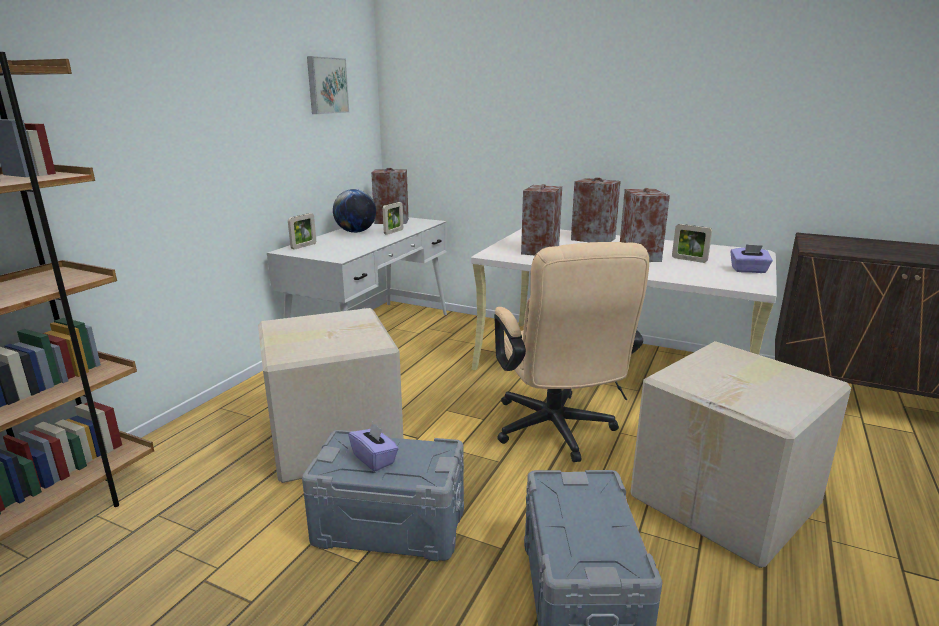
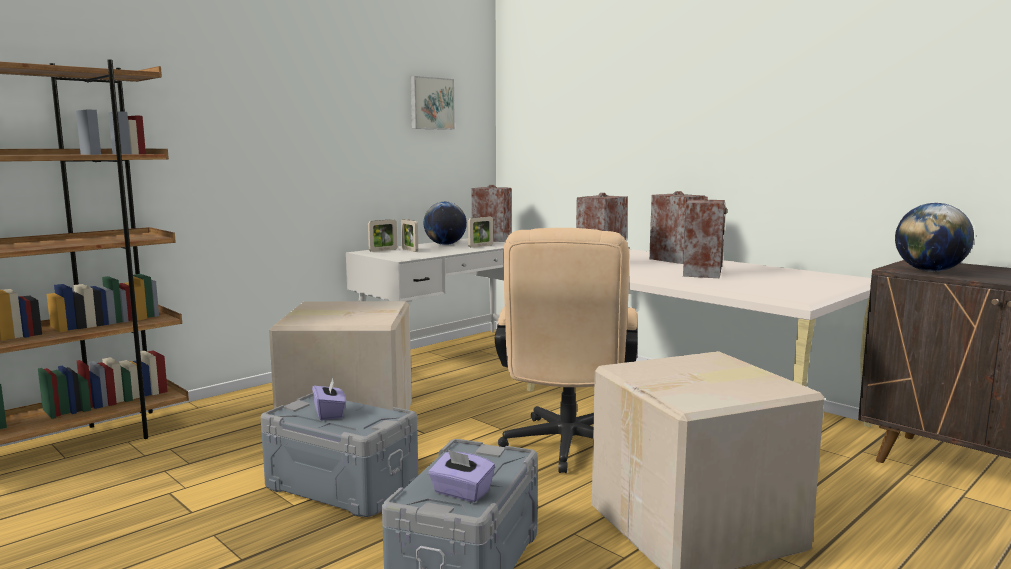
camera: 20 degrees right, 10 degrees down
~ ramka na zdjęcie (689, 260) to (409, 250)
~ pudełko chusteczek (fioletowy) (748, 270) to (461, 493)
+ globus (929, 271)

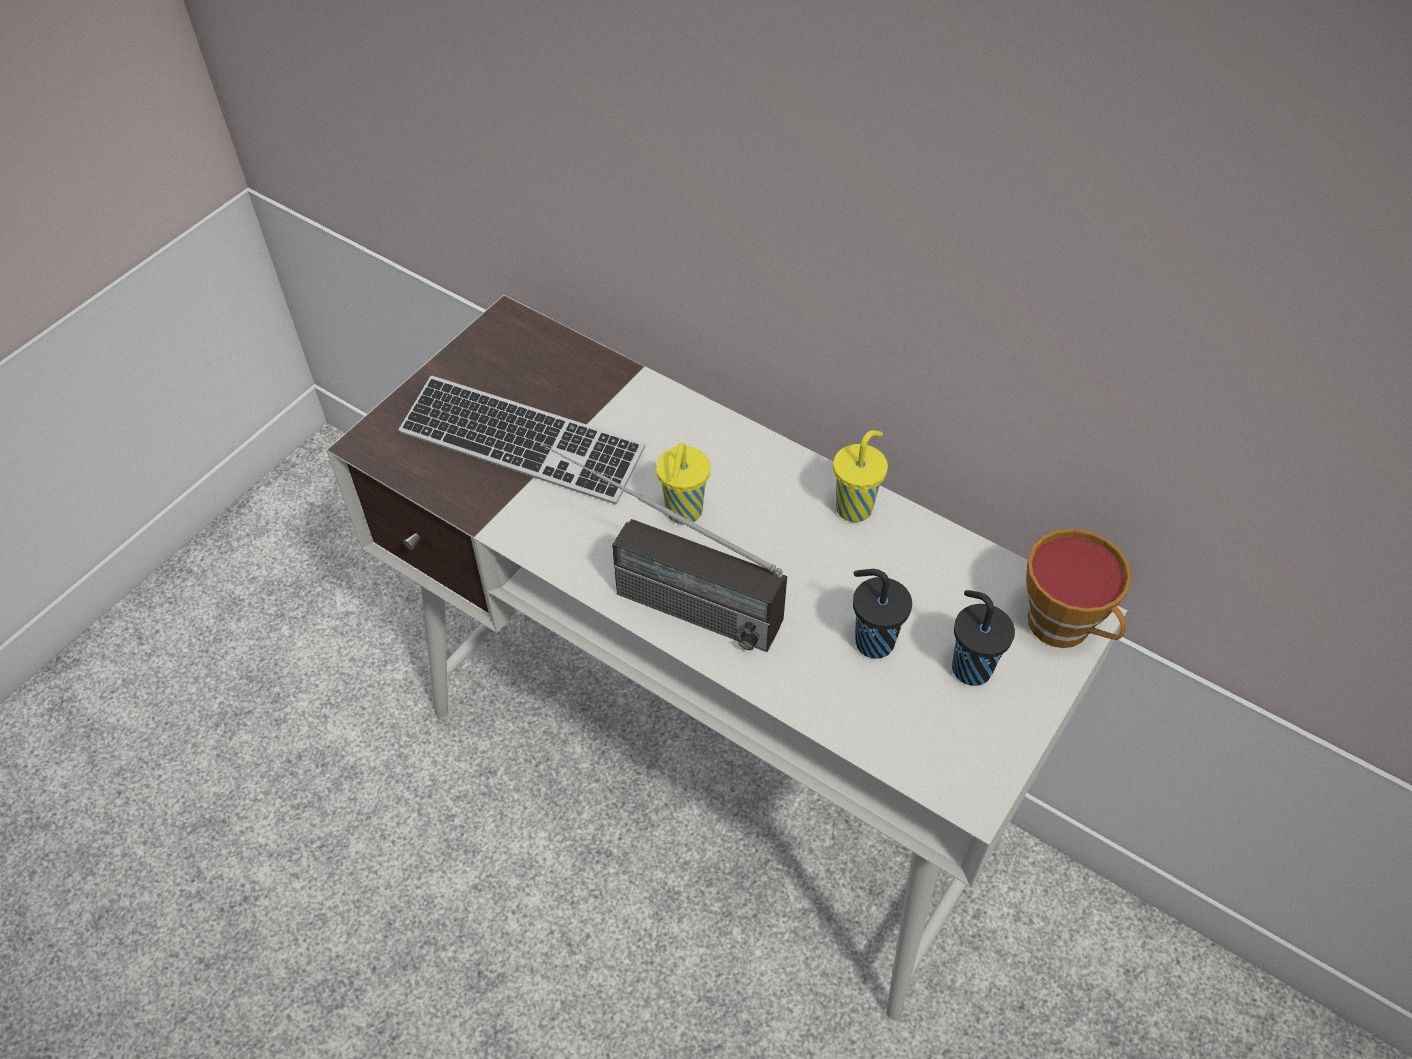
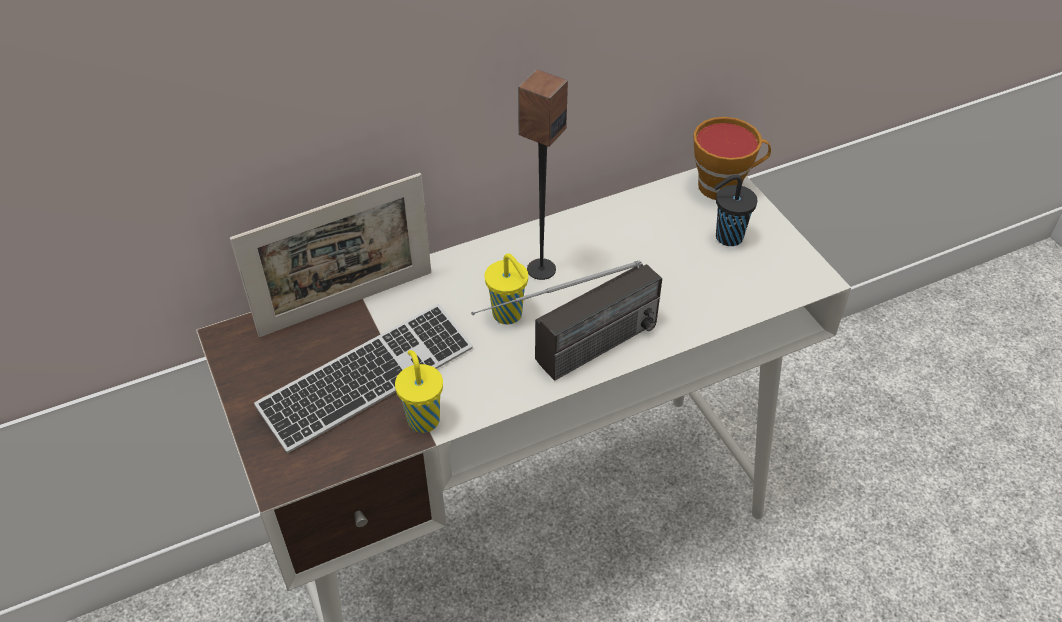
camera: 60 degrees left, 5 degrees down
~ filiżanka (żółty) (855, 507) to (423, 418)
- filiżanka (czarny) (872, 641)
+ ramka na zdjęcie (347, 303)
+ głośnik (540, 269)

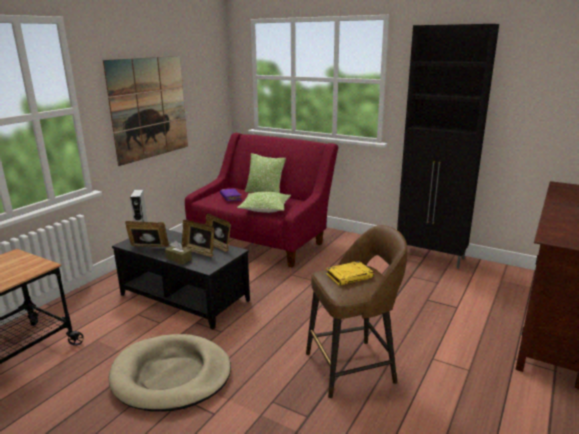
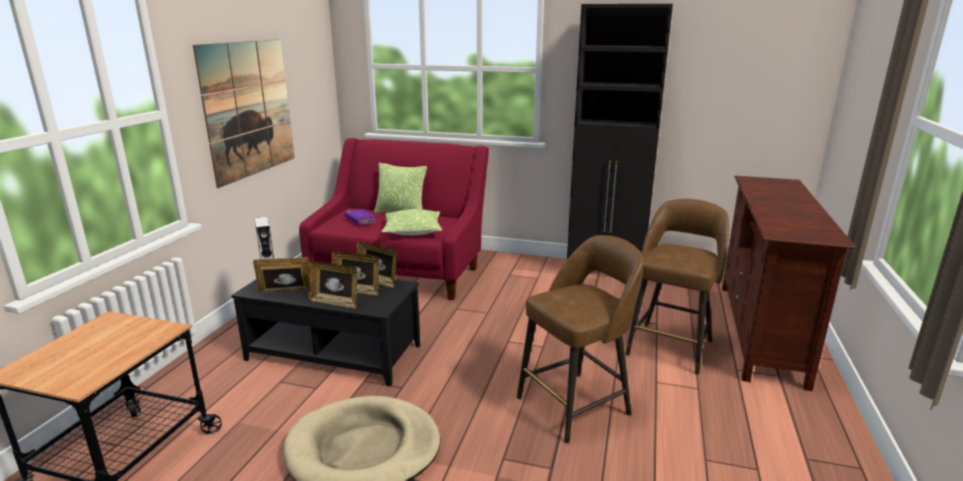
camera: 15 degrees left, 0 degrees up
~ pudełko chusteczek (brązowy) (178, 259) to ramka na zdjęcie (335, 302)
- książka (żółty) (349, 276)
+ stołek (brązowy) (670, 346)

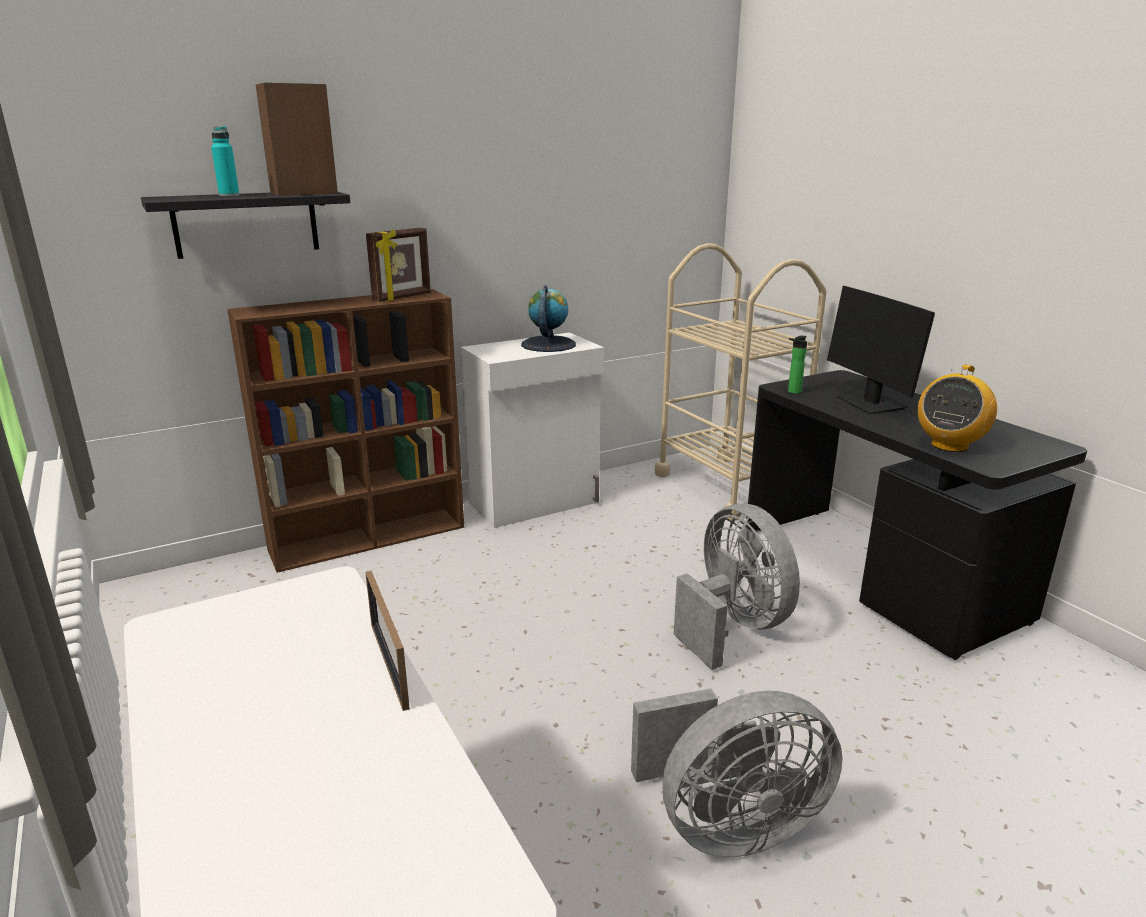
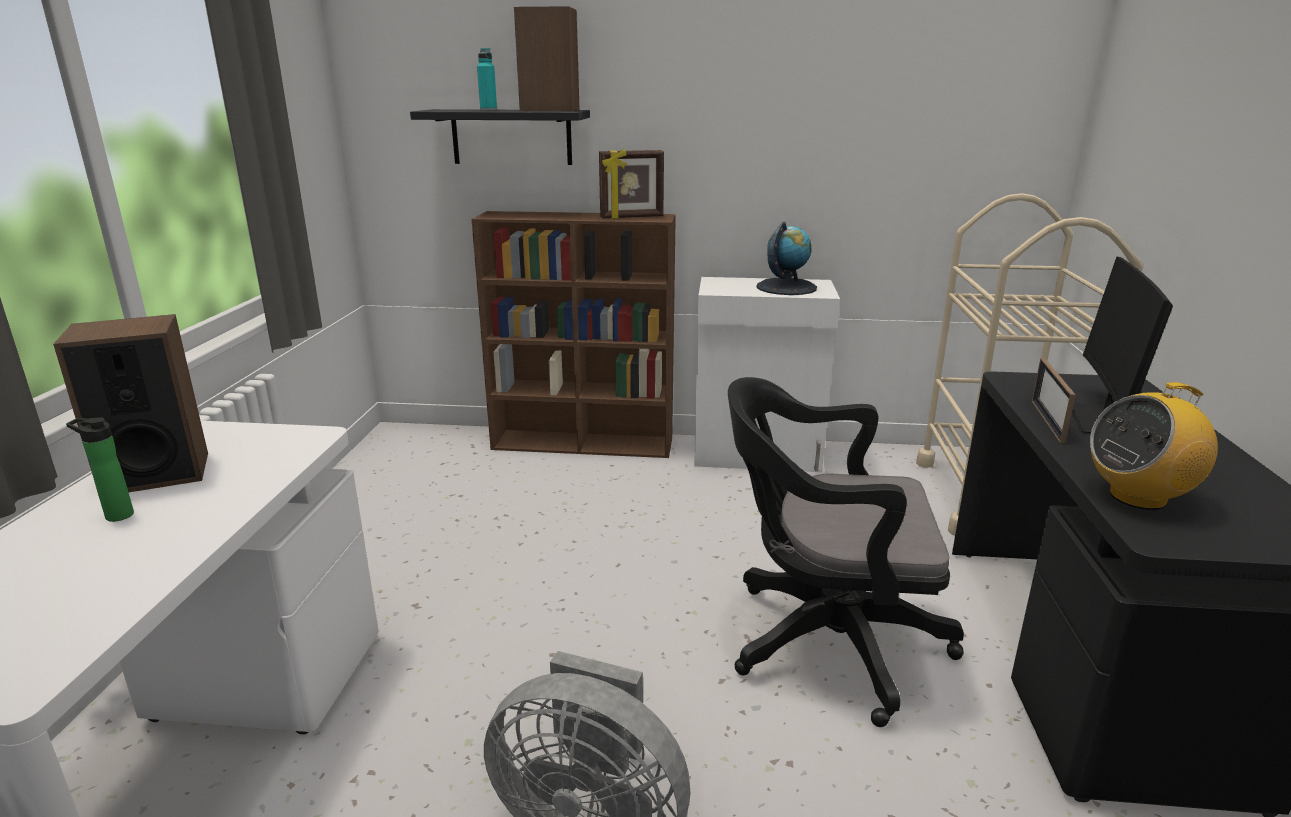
camera: 35 degrees right, 0 degrees up
~ ramka na zdjęcie (389, 664) to (1047, 421)
~ wentylator (szary) (733, 626) to krzesło biurowe (czarny) (824, 641)
~ butelka (792, 392) to (116, 515)
+ głośnik (156, 473)

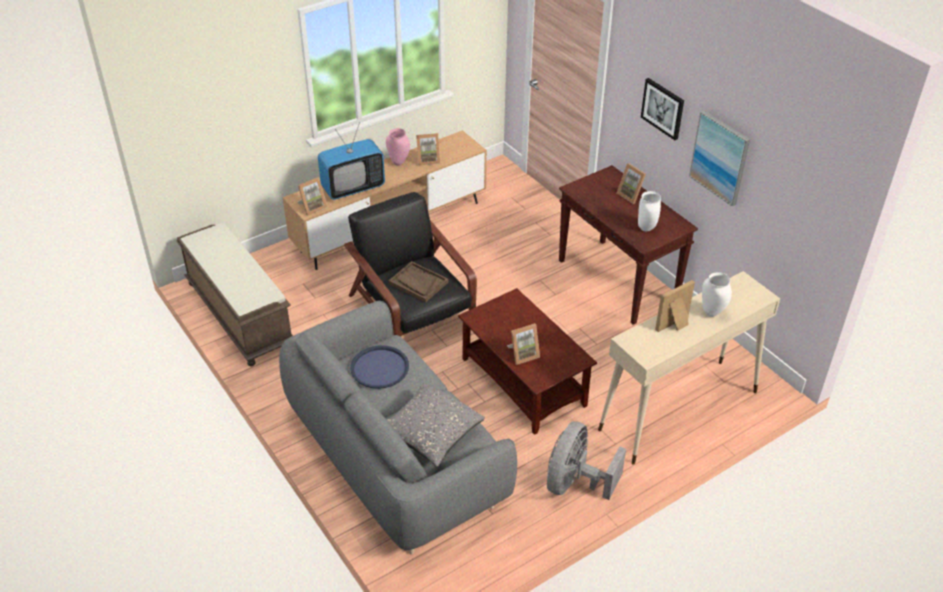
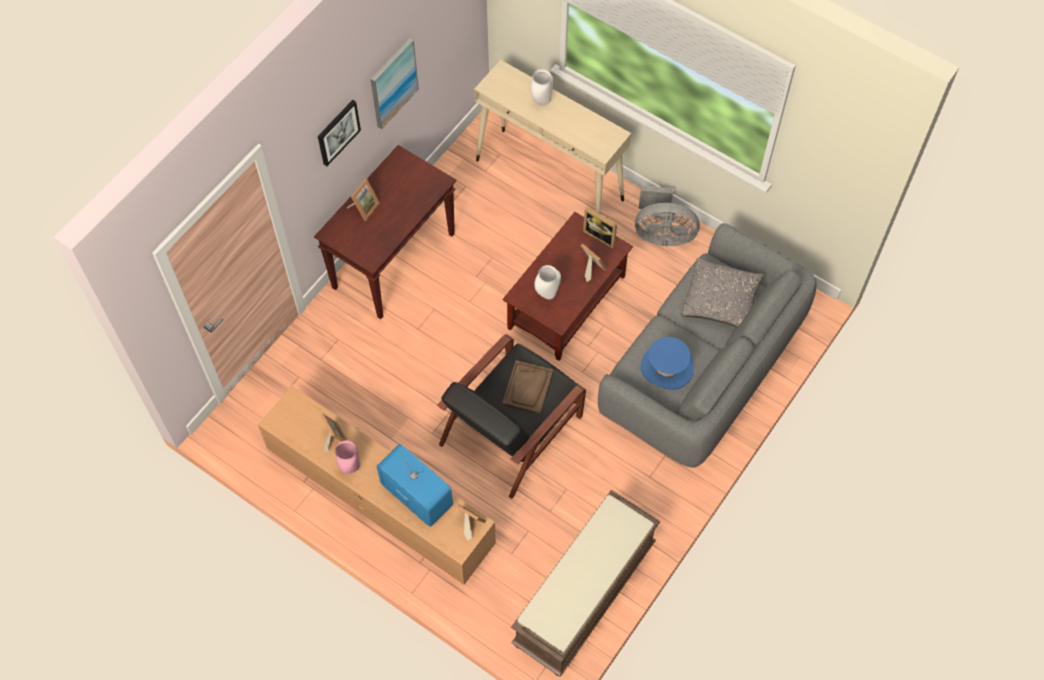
camera: 110 degrees left, 20 degrees up
~ taca (niebieski) (379, 368) to kapelusz (niebieski) (667, 367)
~ wazon (biały) (645, 228) to (547, 294)
~ ramka na zdjęcie (675, 325) to (601, 236)

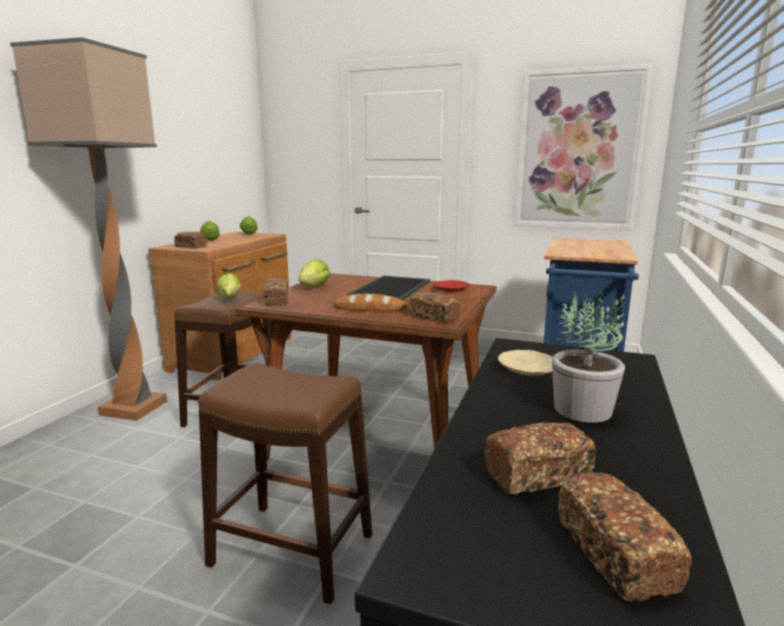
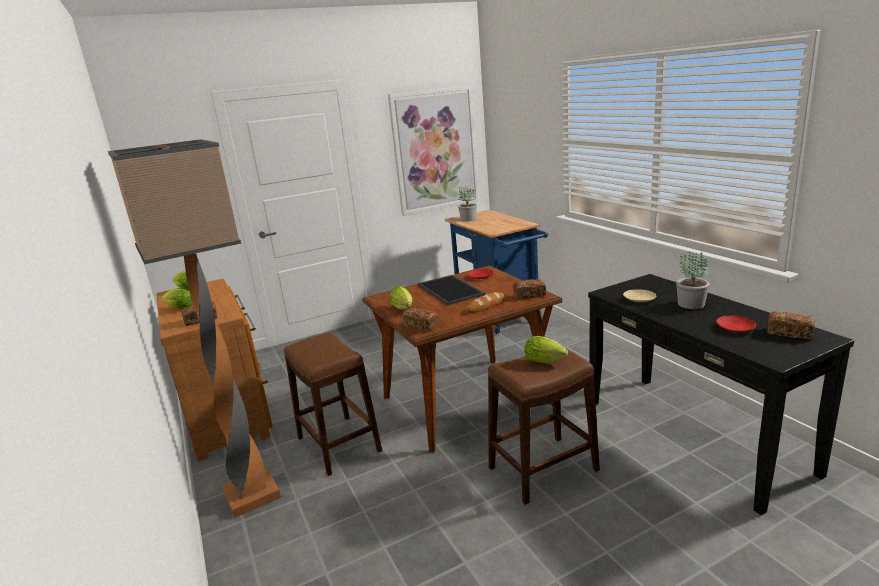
camera: 45 degrees left, 5 degrees up
~ sałata (229, 299) to (546, 361)
~ chleb (537, 475) to talerz (czerwony) (735, 328)
+ roślina doniczkowa (468, 219)

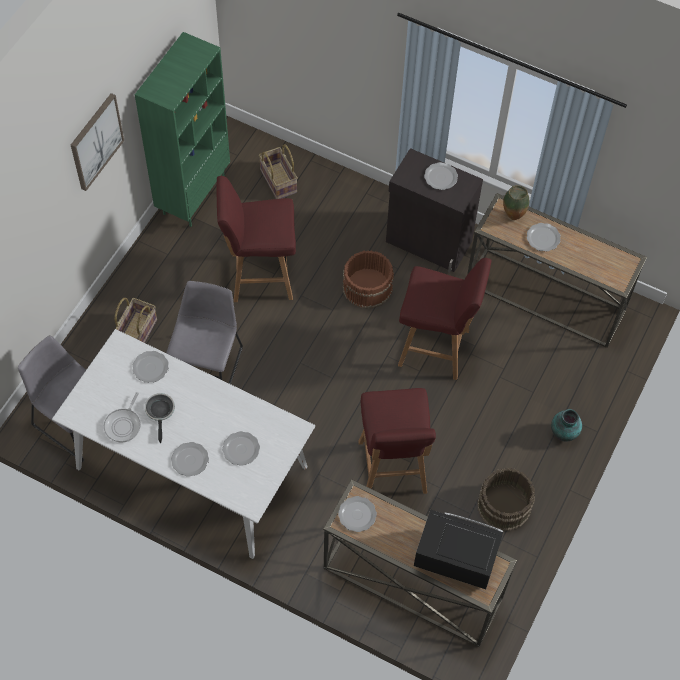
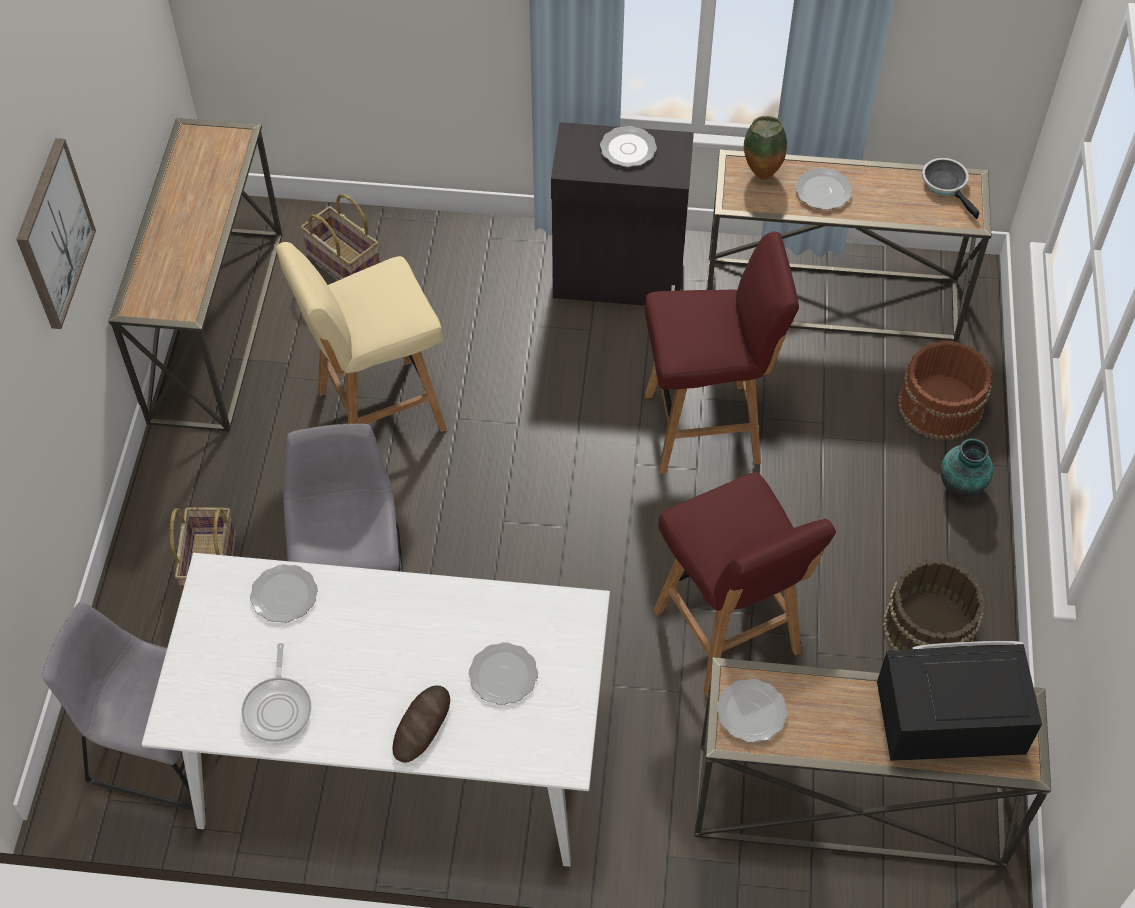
camera: 20 degrees left, 5 degrees down
~ regał (zielony) (193, 195) to stolik konsolowy (215, 325)
~ patelnia (160, 412) to (946, 184)
~ talerz (189, 460) to chleb (421, 726)
~ stołek (czerwony) (260, 276) to stołek (beżowy) (378, 411)
~ wiadro (brązowy) (367, 288) to (941, 406)

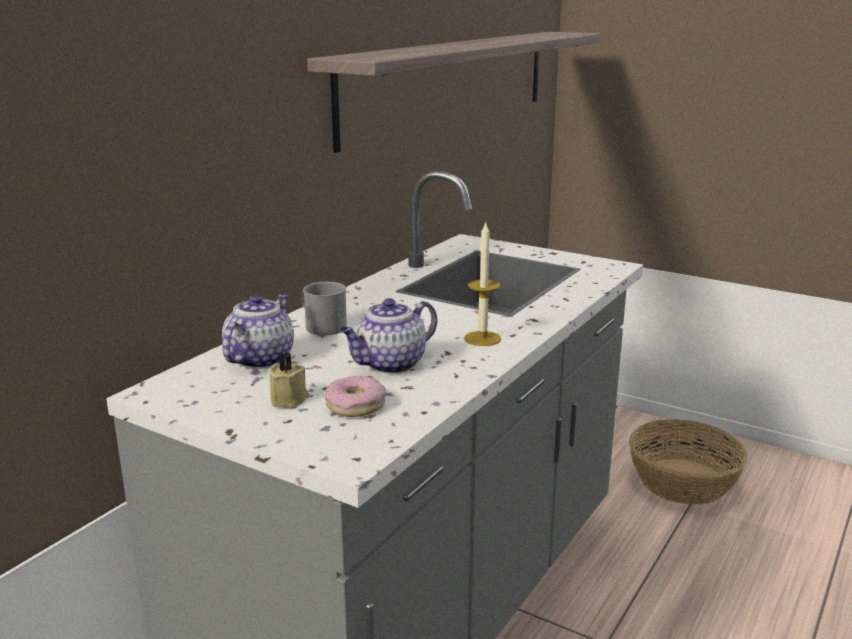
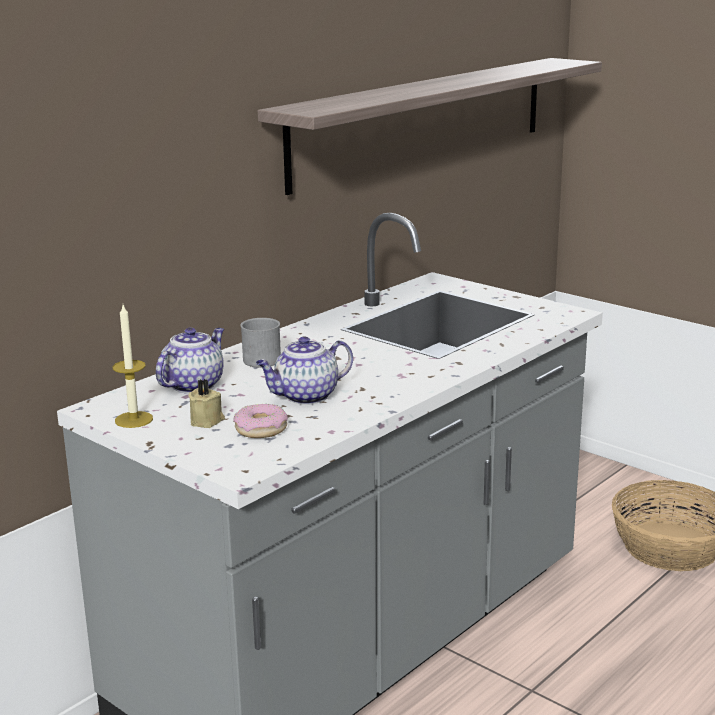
camera: 10 degrees right, 0 degrees up
~ świeca (482, 338) to (134, 419)

